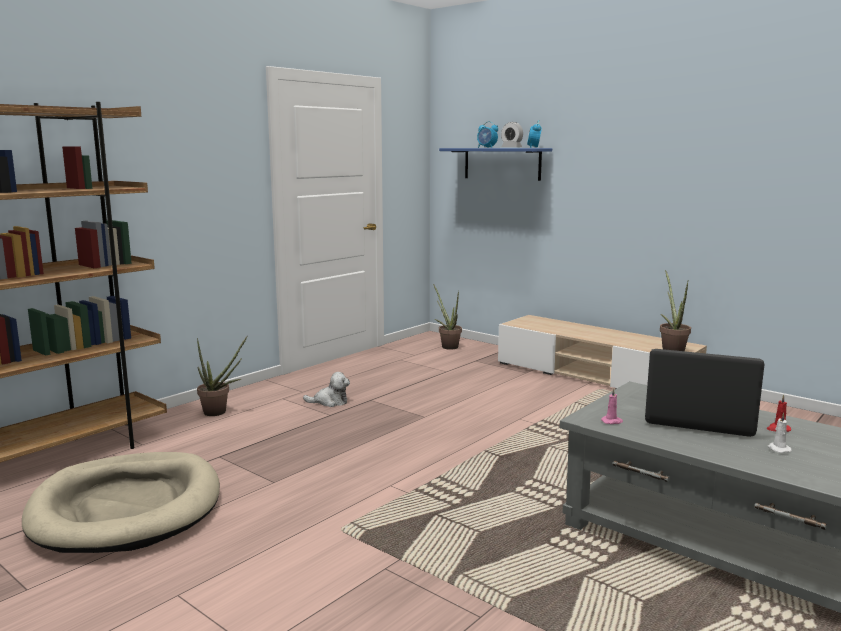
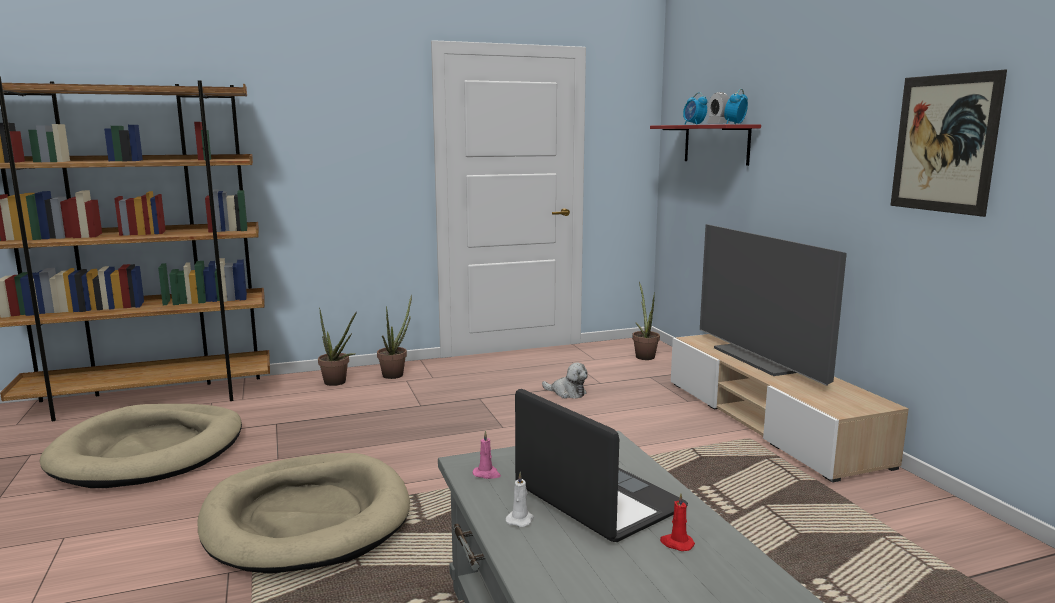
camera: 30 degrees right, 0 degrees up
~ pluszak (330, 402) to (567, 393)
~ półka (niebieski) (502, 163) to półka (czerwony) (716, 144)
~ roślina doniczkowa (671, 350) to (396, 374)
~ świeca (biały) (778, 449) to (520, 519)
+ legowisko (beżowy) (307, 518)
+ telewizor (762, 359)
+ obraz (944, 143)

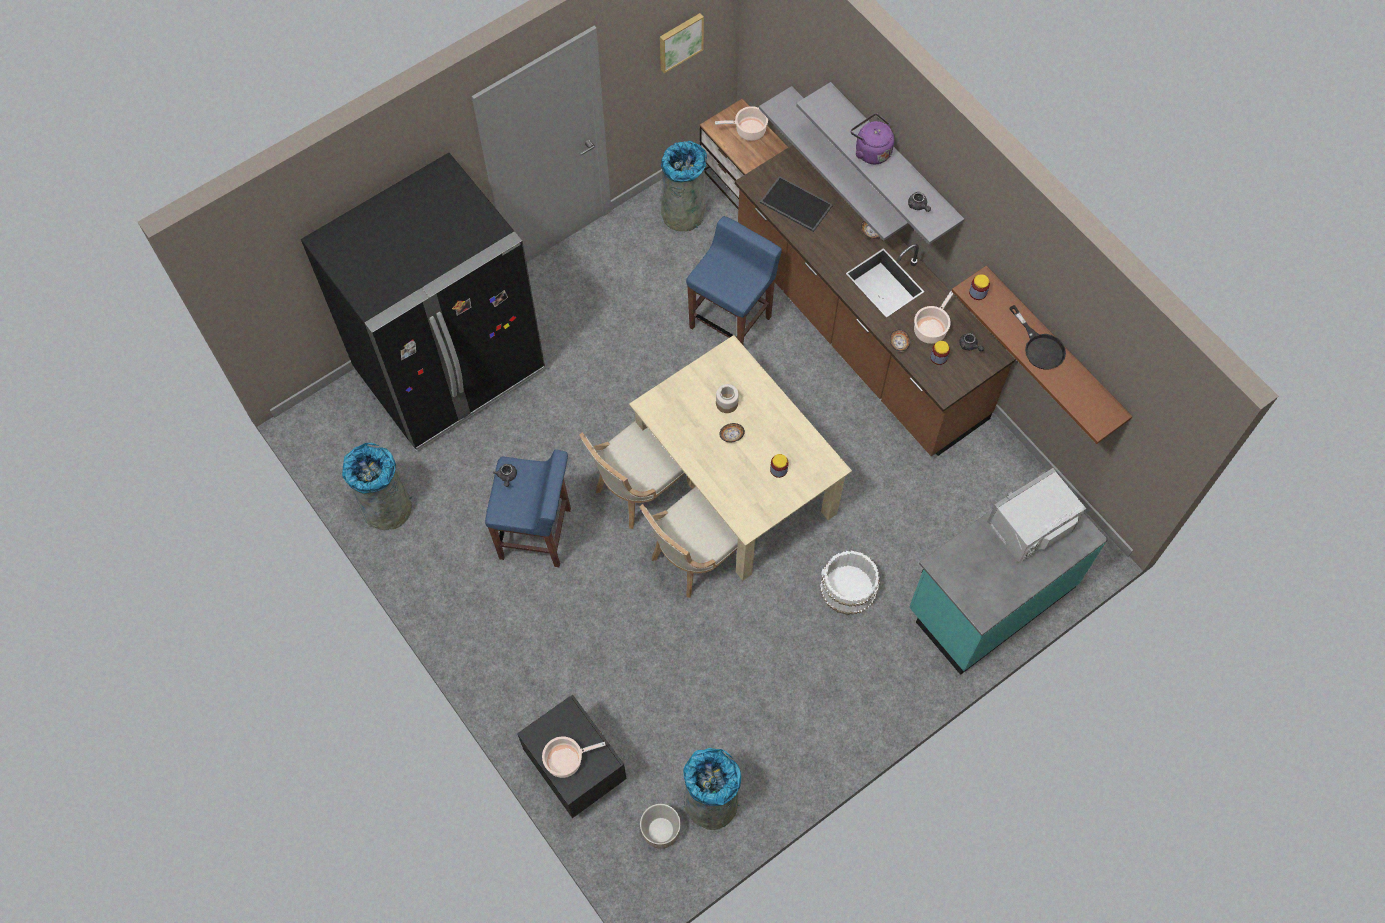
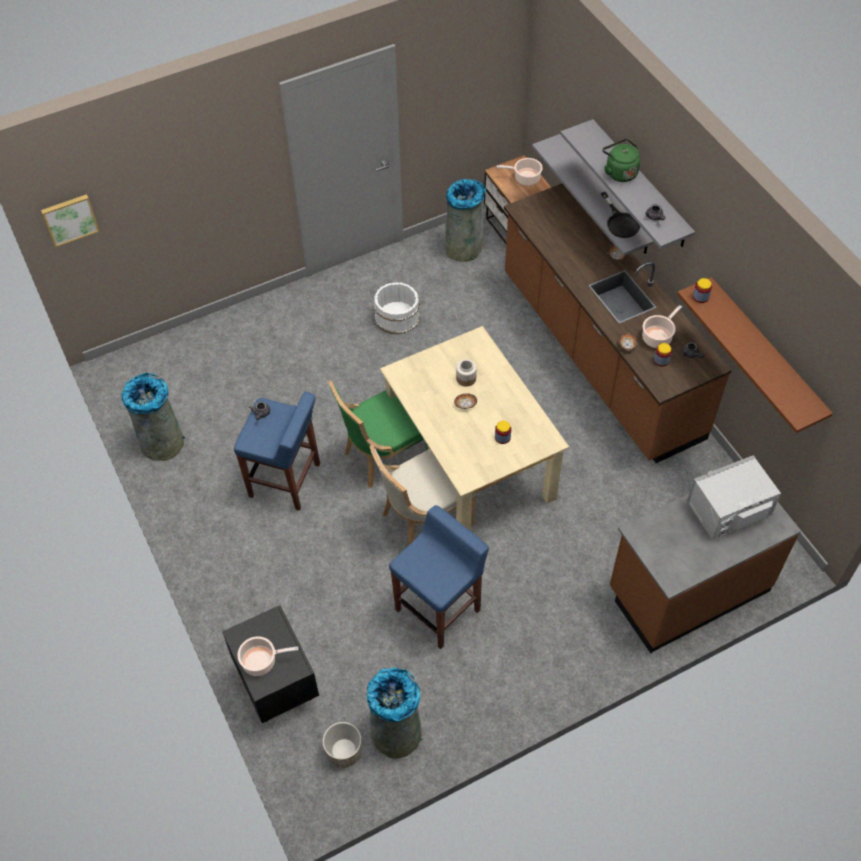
camera: 10 degrees right, 10 degrees down
- lodówka (czarny) (451, 372)
~ krzesło (beżowy) (639, 488) to krzesło (zielony) (383, 456)
~ obraz (680, 41) to (69, 219)
~ stołek (niebieski) (731, 321) to (439, 609)
- taca (795, 204)
~ wiadro (biały) (848, 589) to (397, 317)
~ czajnik (fioletowy) (871, 151) to czajnik (zielony) (619, 172)
~ zabudowa kuchenna (turkusowy) (990, 598) to zabudowa kuchenna (brązowy) (687, 589)
~ patelnia (czarny) (1040, 347) to (620, 222)

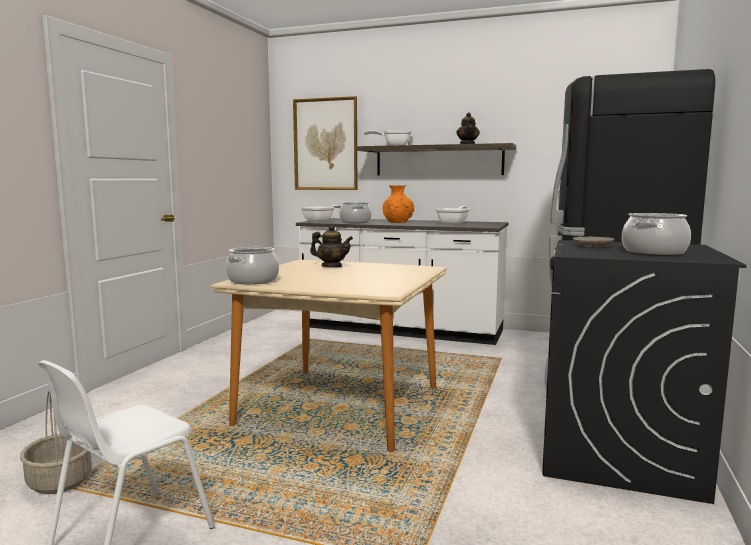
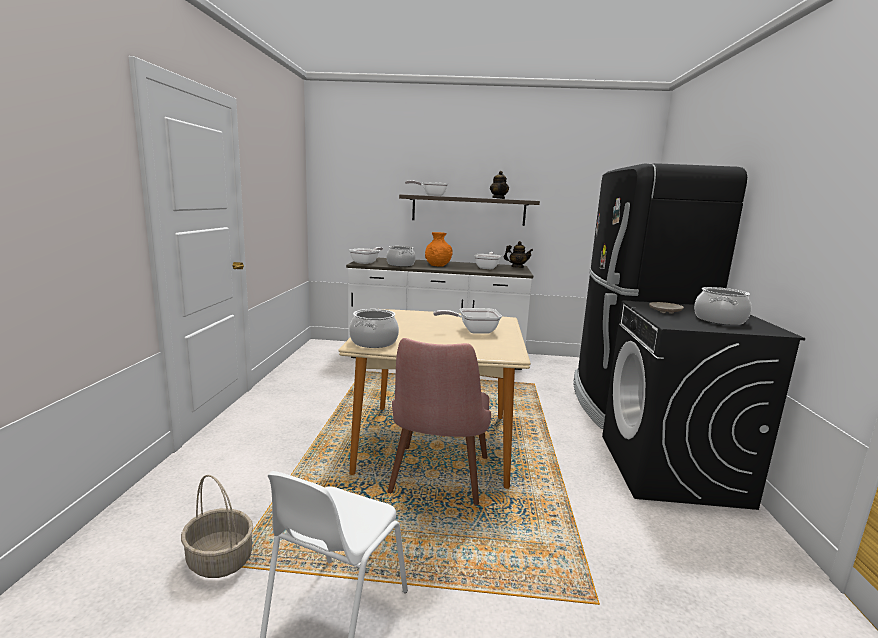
camera: 15 degrees left, 5 degrees up
- obraz (325, 144)
~ imbryk (331, 266) to (517, 267)
+ krzesło (różowy) (437, 483)
+ patelnia (473, 331)

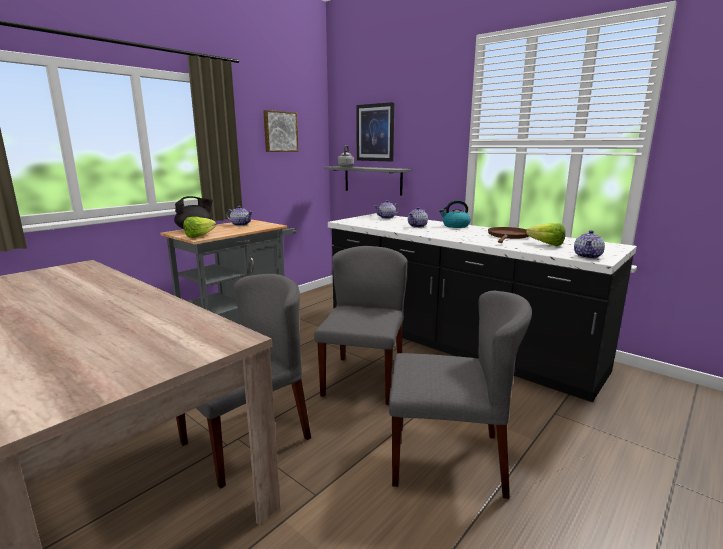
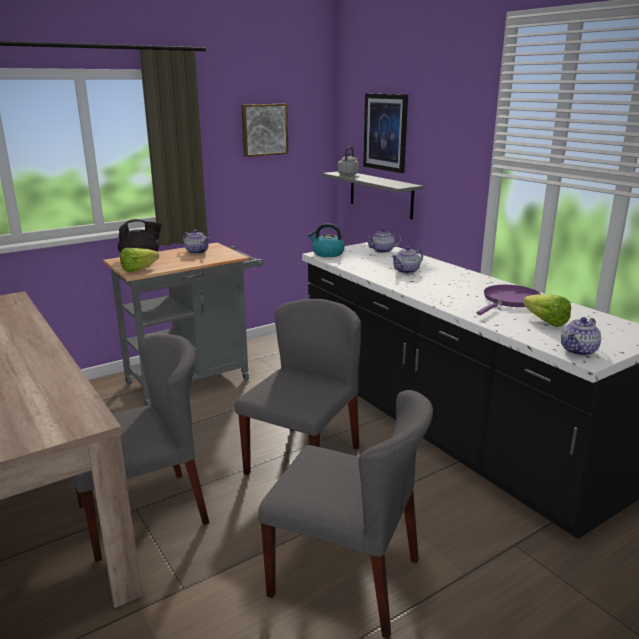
camera: 15 degrees right, 5 degrees up
~ czajnik (455, 226) to (327, 254)
~ patelnia (brązowy) (508, 236) to patelnia (fioletowy) (509, 301)

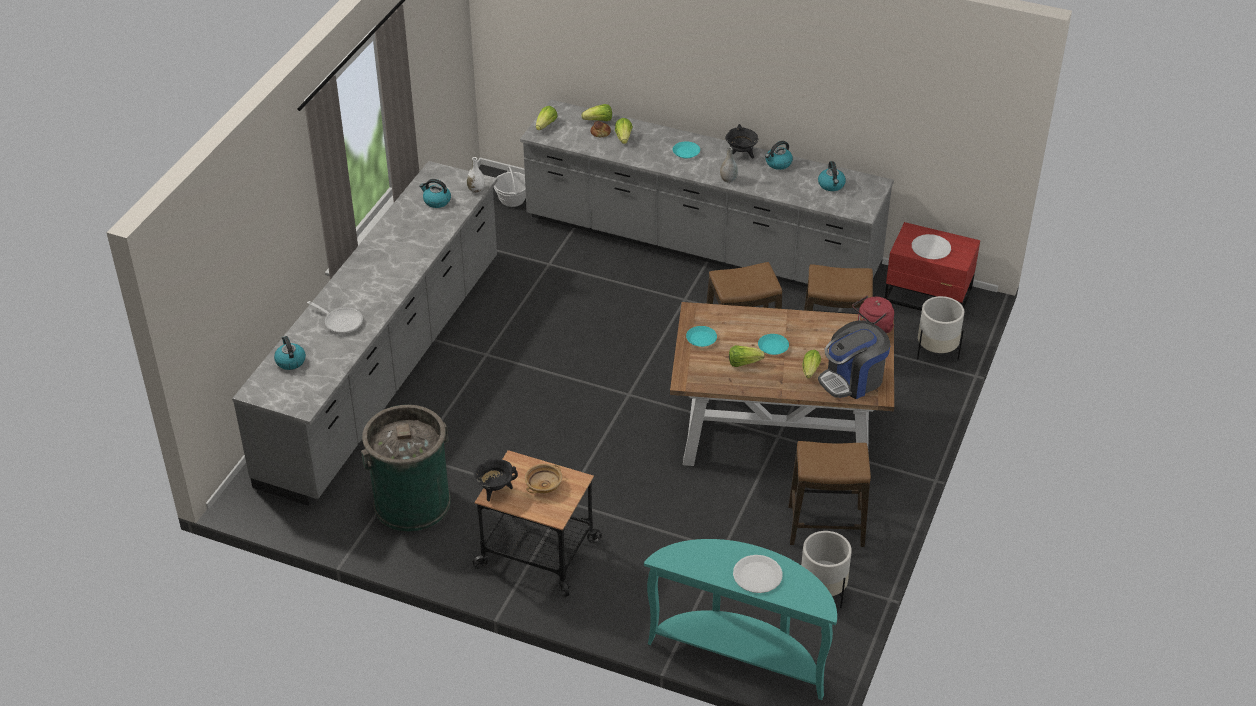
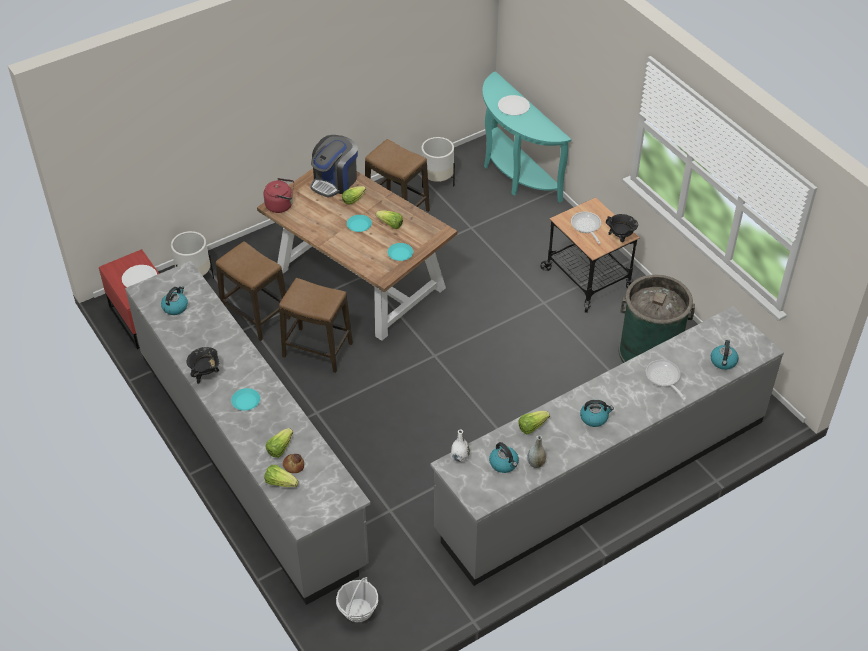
camera: 145 degrees left, 5 degrees up
~ miska (beżowy) (543, 485) to patelnia (586, 227)
~ sałata (546, 125) to (532, 426)
~ wazon (szary) (728, 180) to (536, 463)
~ czajnik (778, 163) to (594, 418)
~ ekspres do kawy (852, 380) = (335, 181) 120 degrees clockwise

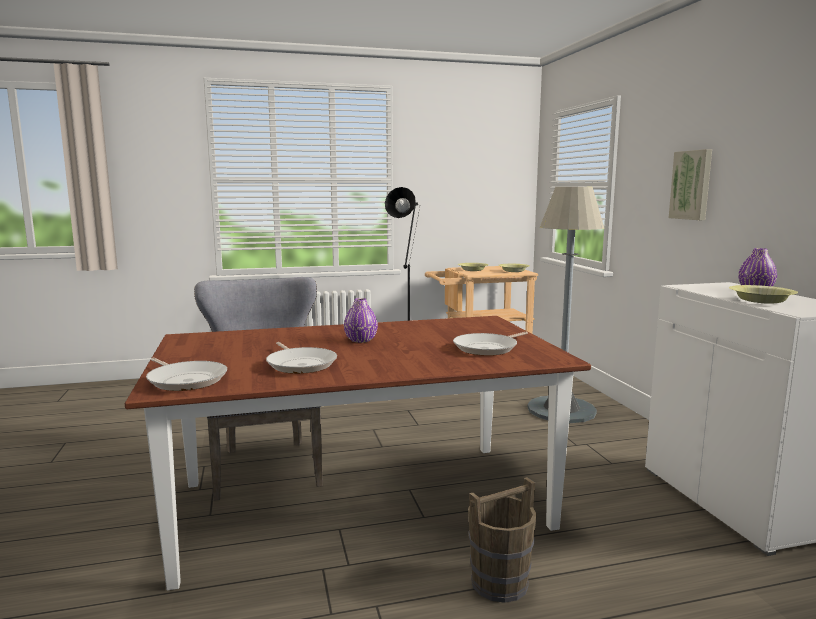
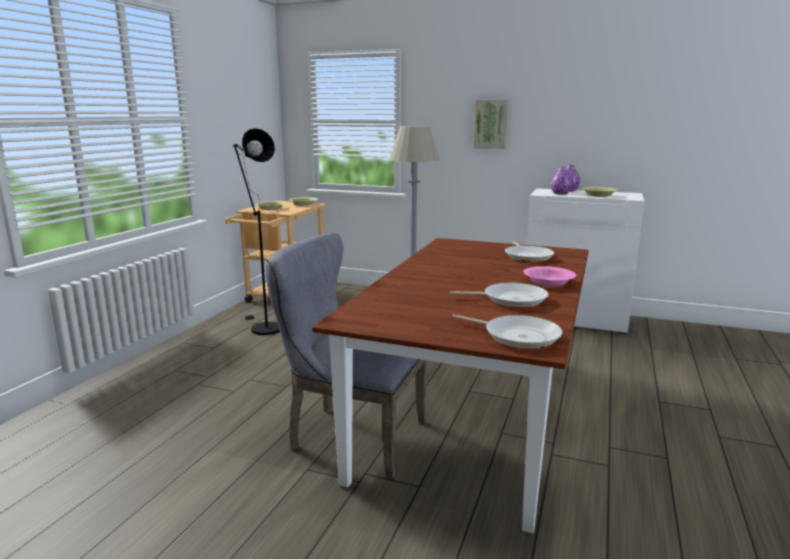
camera: 55 degrees left, 5 degrees up
~ patelnia (186, 380) = (517, 336) 45 degrees clockwise
~ wazon (fioletowy) (361, 340) to (560, 193)
- wiadro (brązowy) (500, 583)
+ miska (różowy) (548, 282)

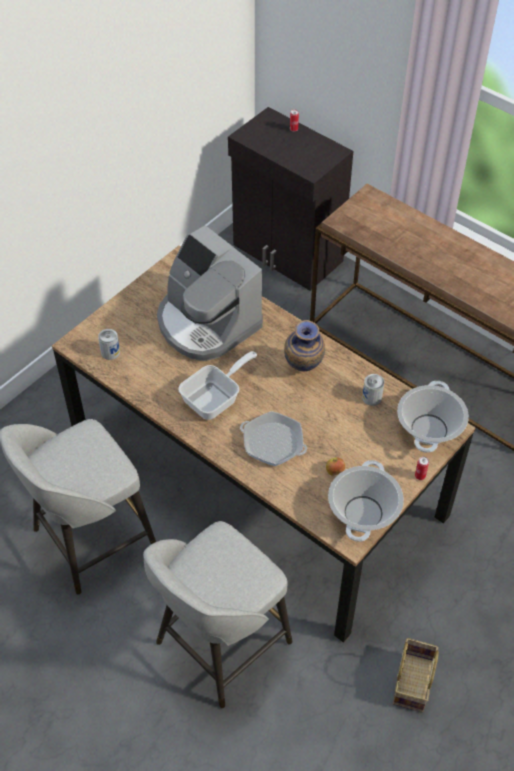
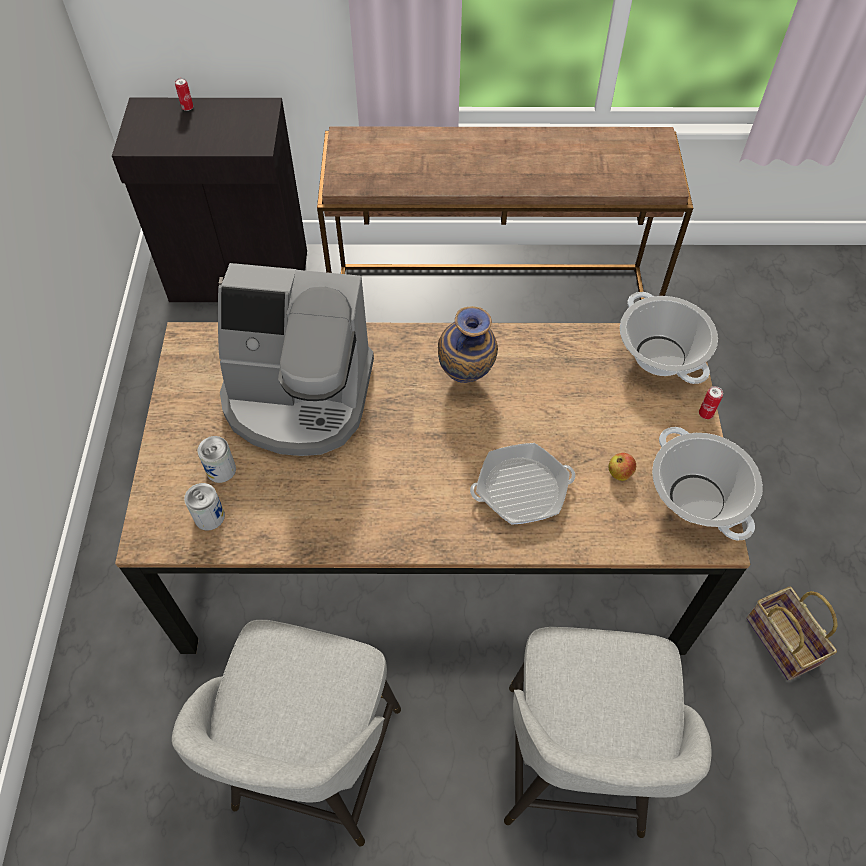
camera: 40 degrees left, 5 degrees up
- patelnia (216, 398)
~ puszka (372, 397) to (221, 469)

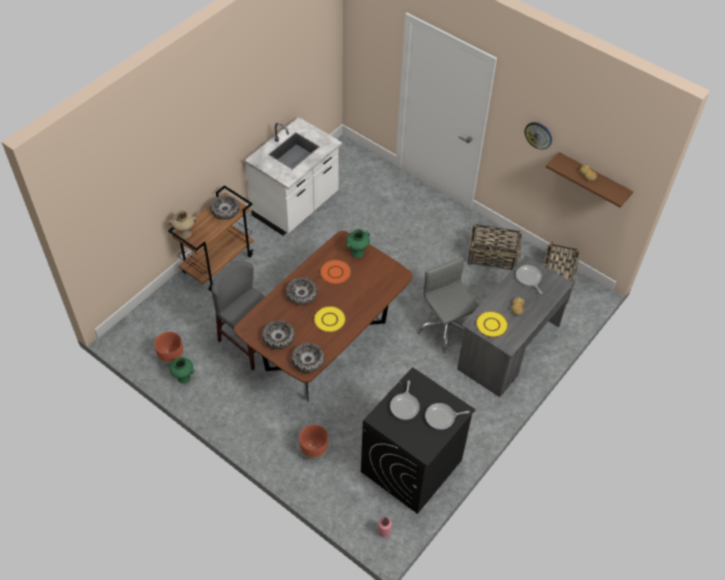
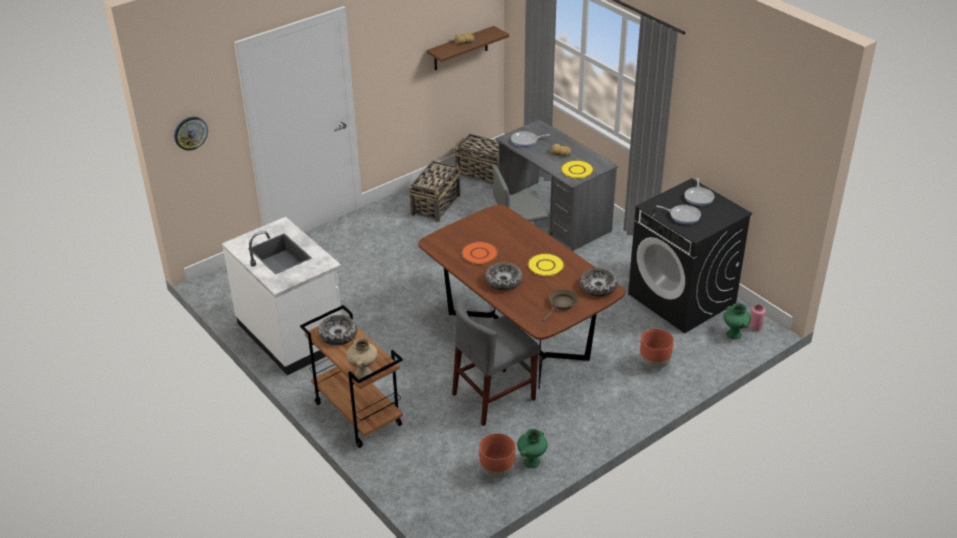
camera: 75 degrees left, 15 degrees down
~ miska (278, 338) to patelnia (brązowy) (561, 304)
~ wazon (zielony) (357, 253) to (734, 334)
~ zegar ścienny (538, 135) to (190, 133)

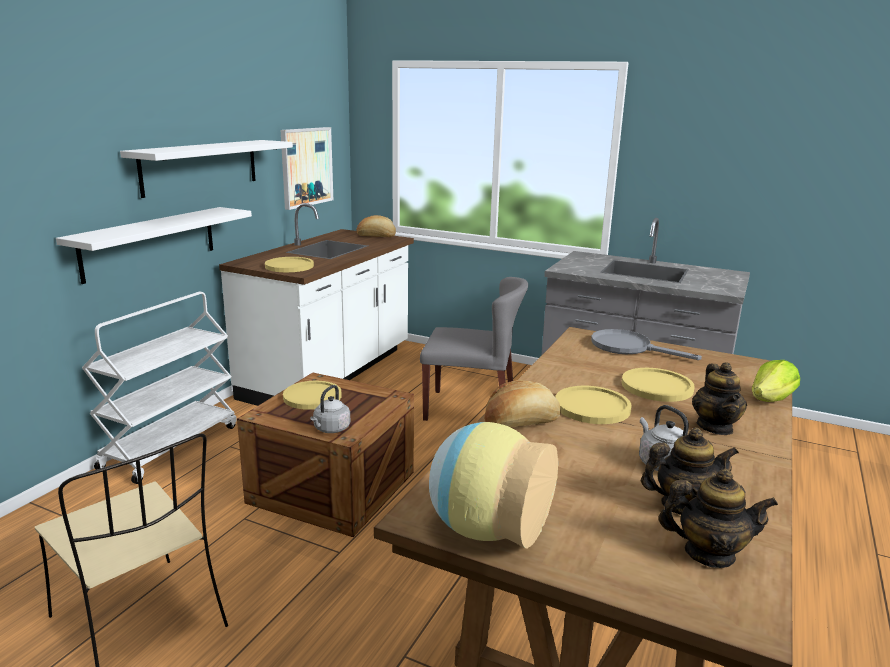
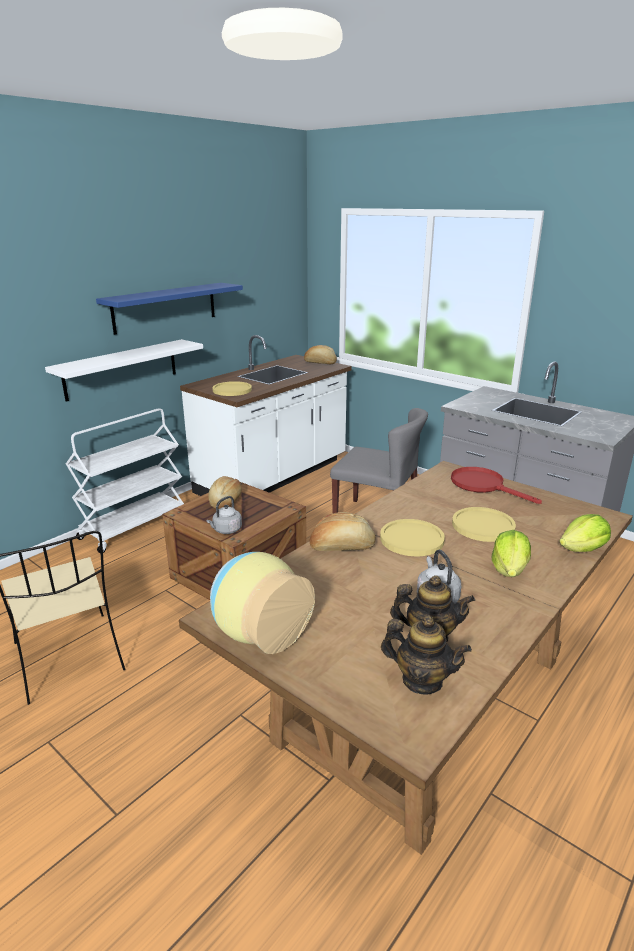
camera: 15 degrees right, 5 degrees up
~ półka (biały) (201, 166) to półka (niebieski) (165, 307)
- obraz (306, 167)
~ talerz (żółty) (312, 396) to chleb (225, 501)
~ patelnia (szary) (629, 347) to patelnia (czerwony) (483, 485)
~ imbryk (715, 427) to sałata (509, 570)

